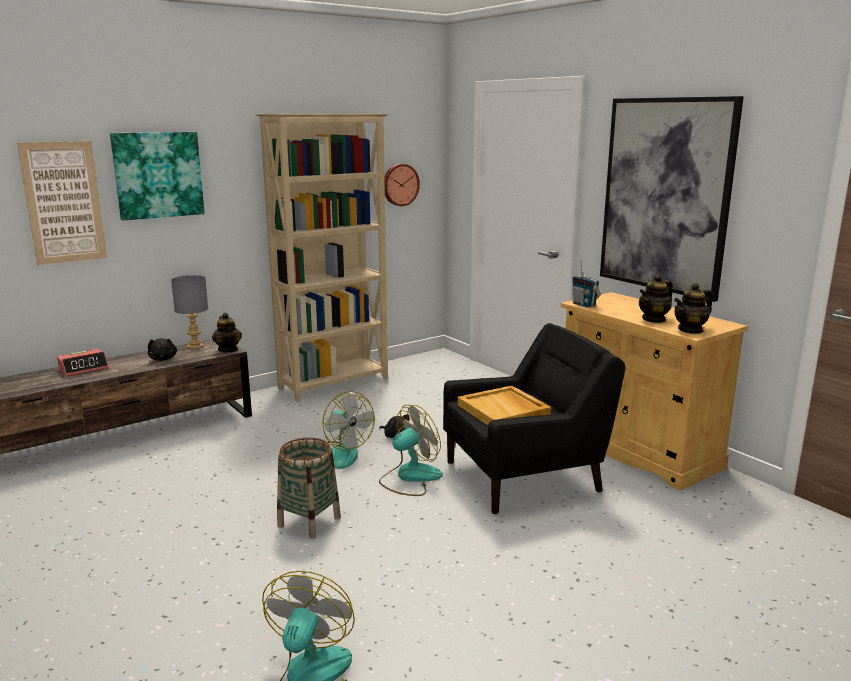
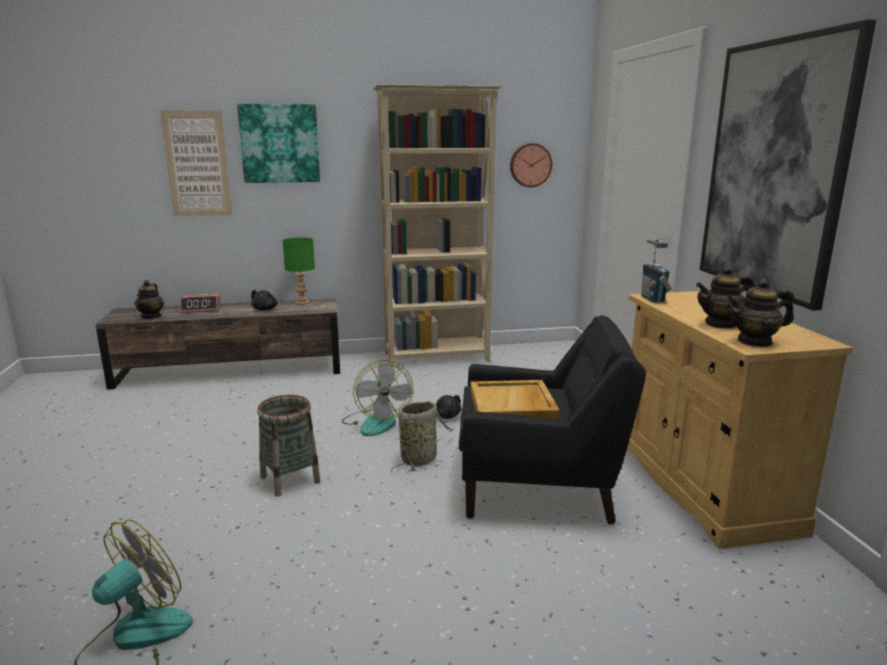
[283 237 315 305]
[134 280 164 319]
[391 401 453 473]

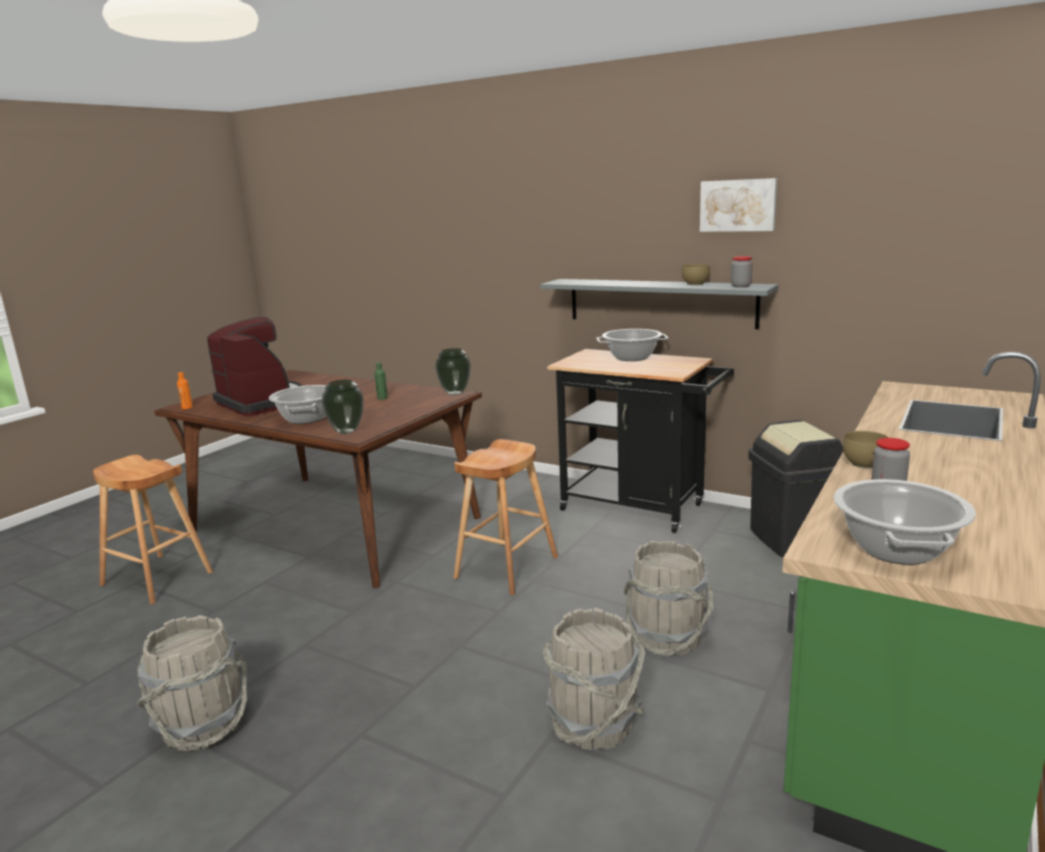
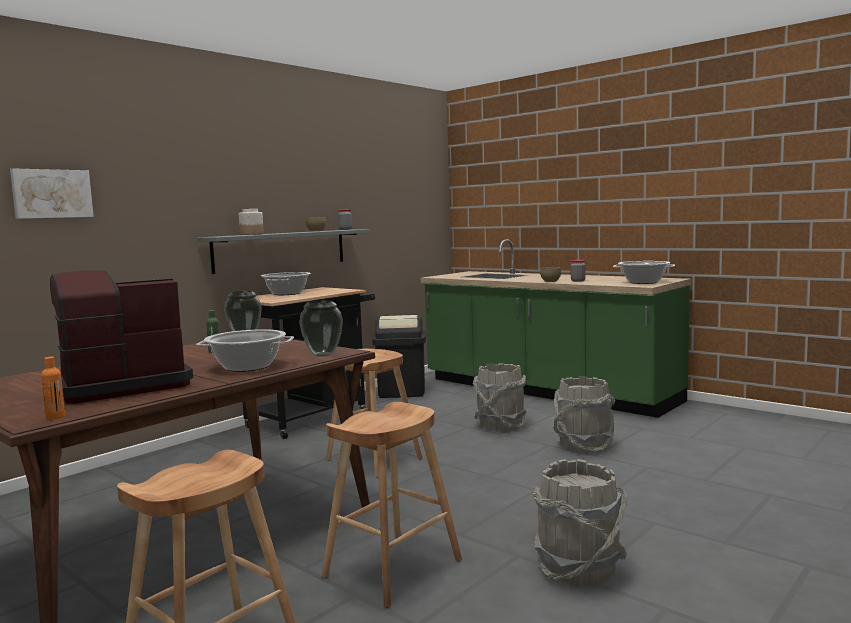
[10 168 94 219]
[239 209 264 235]
[322 402 462 608]

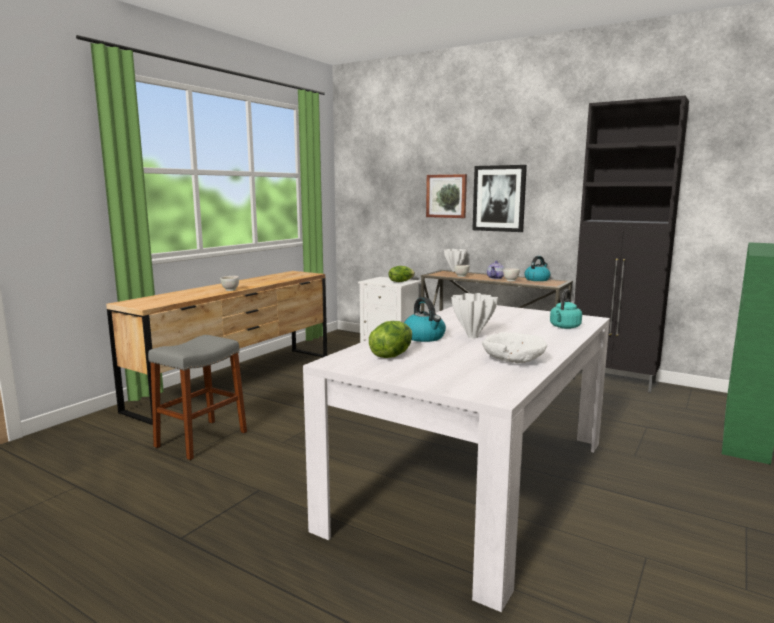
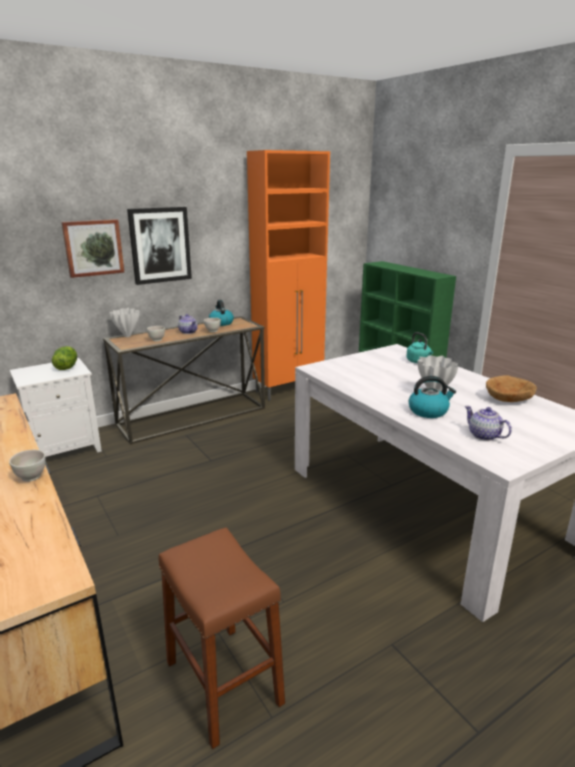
[247 150 330 401]
[465 406 512 441]
[486 375 537 402]
[159 527 285 749]

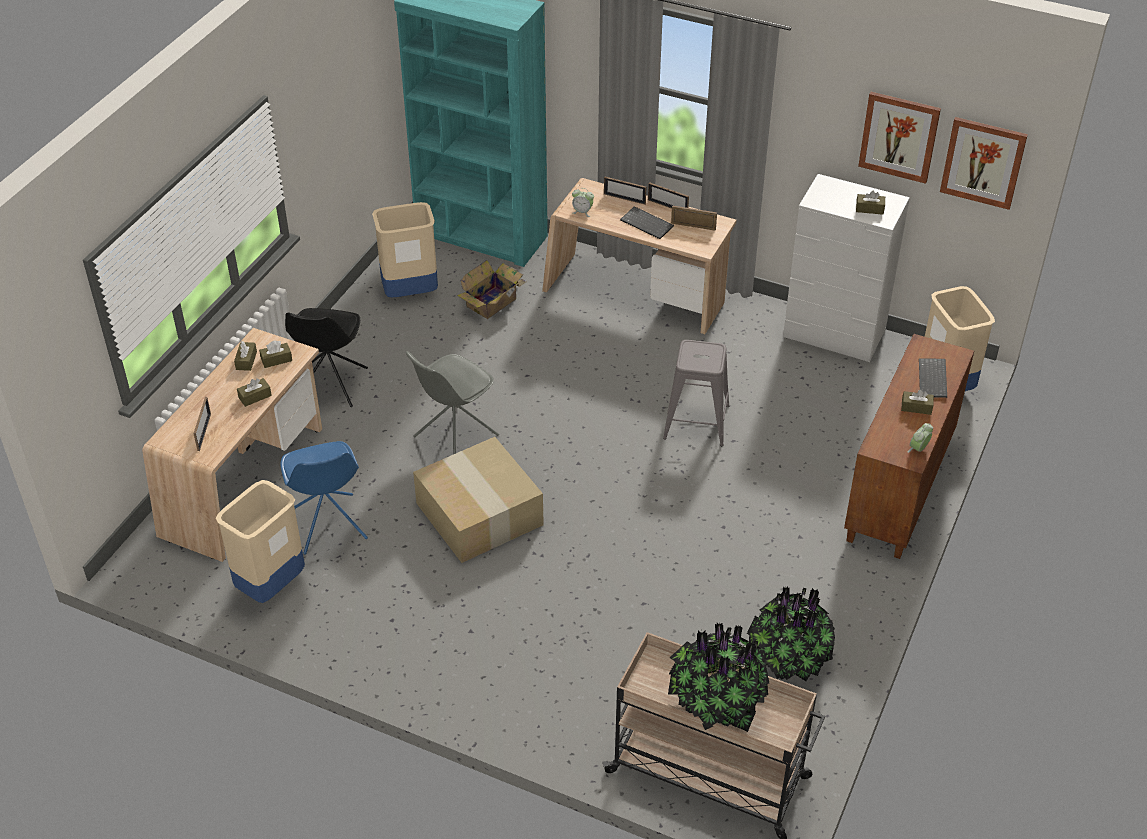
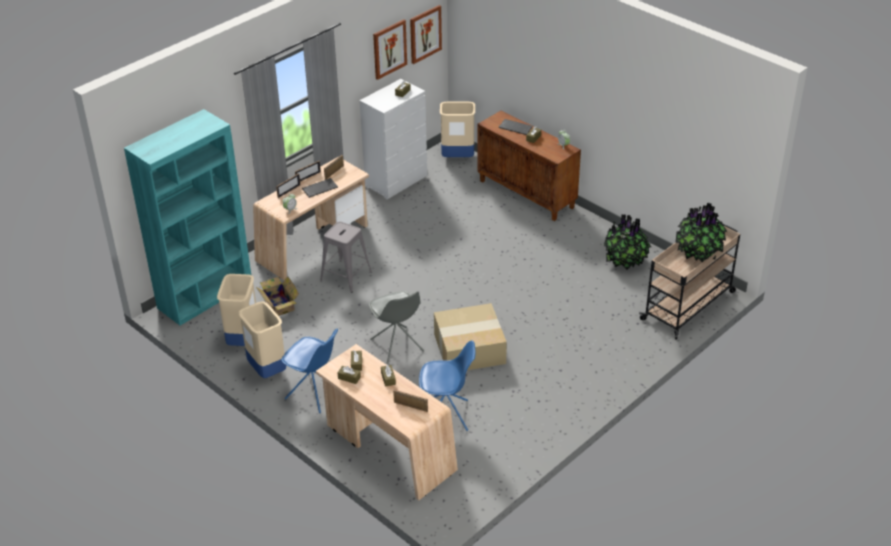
[281 328 338 413]
[320 221 372 293]
[238 301 286 378]

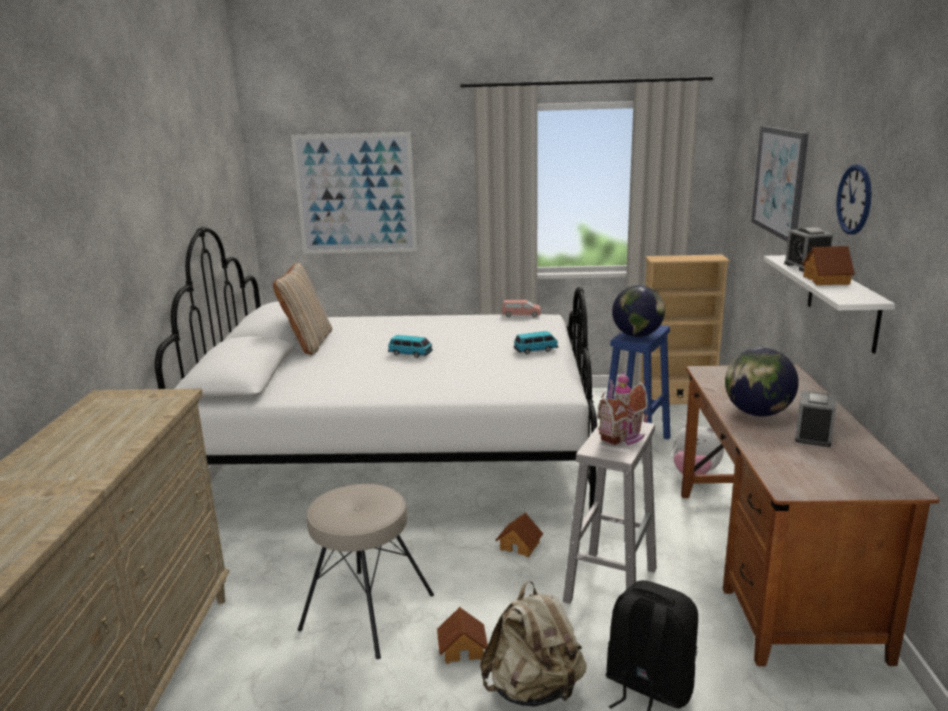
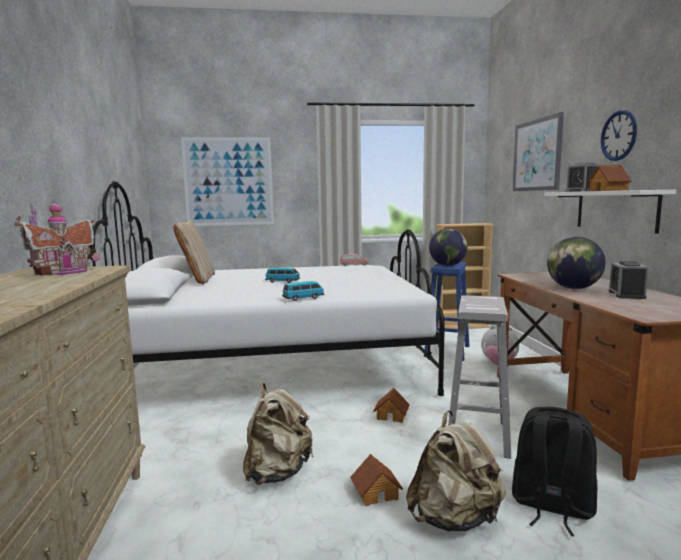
[282 281 324 301]
[15 199 100 276]
[243 383 314 485]

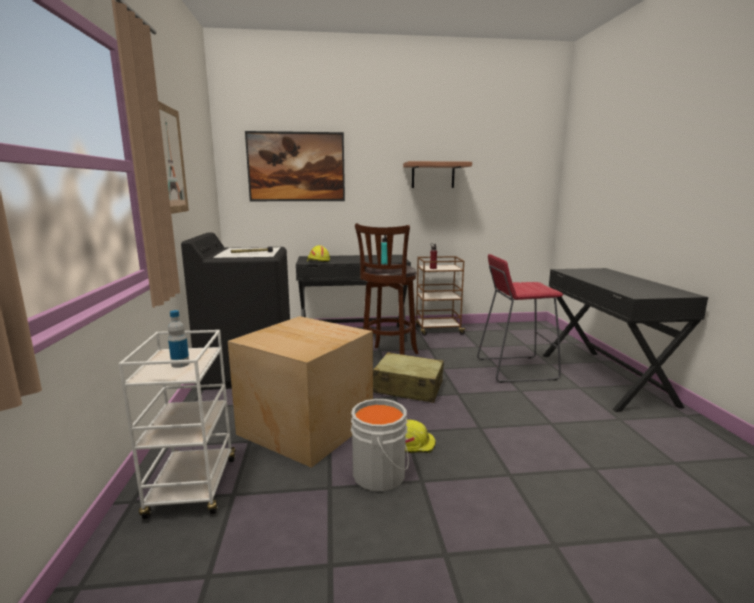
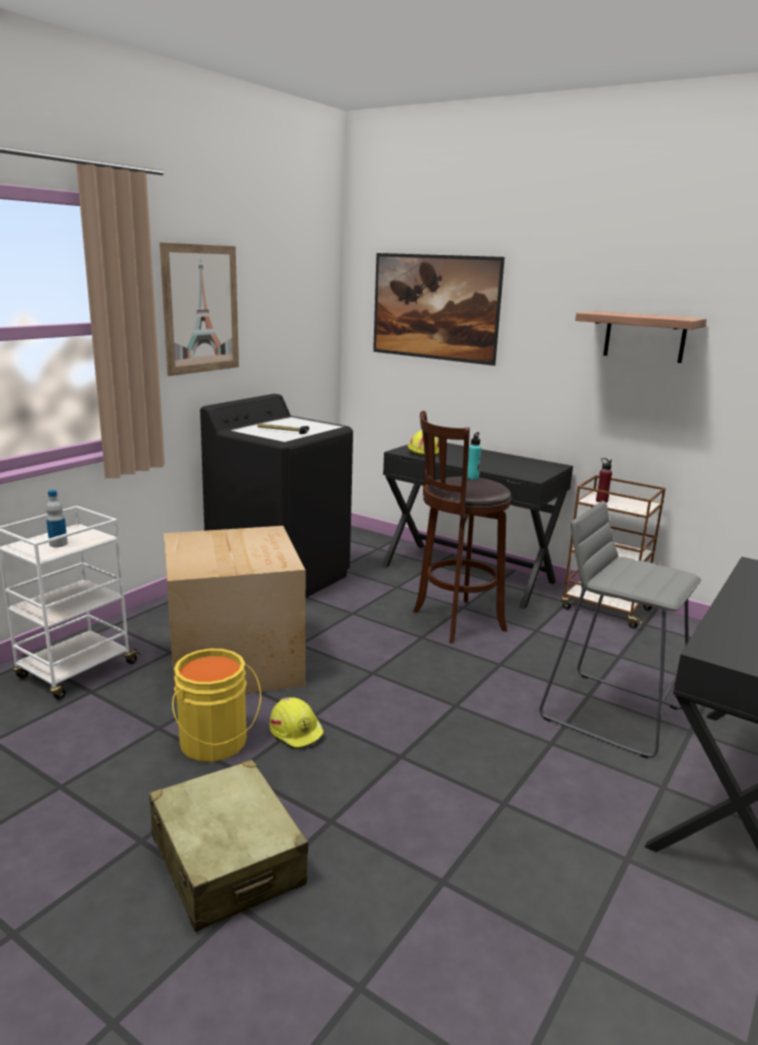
[539 501 701 759]
[149 760 308 932]
[172 649 261 762]

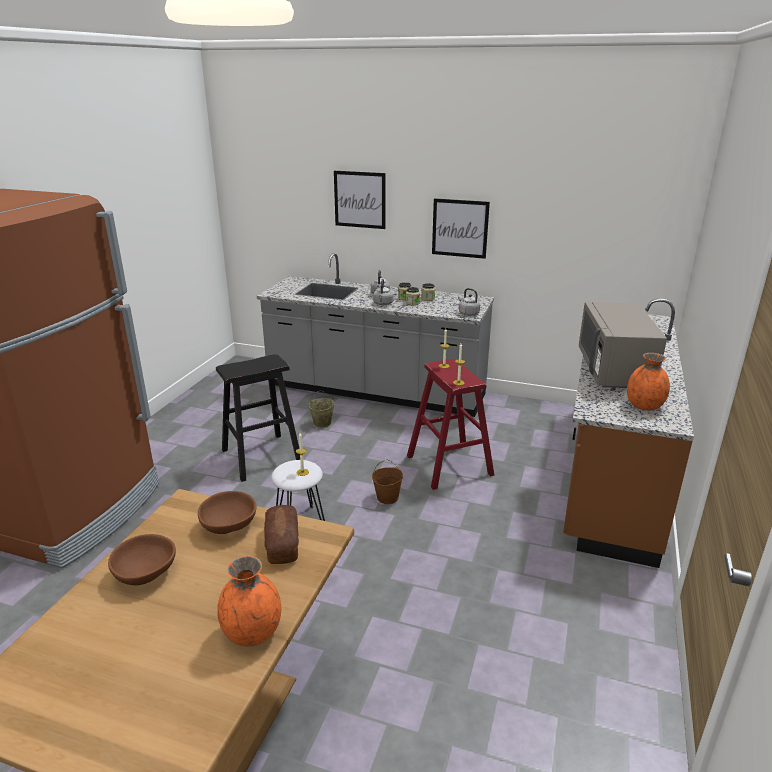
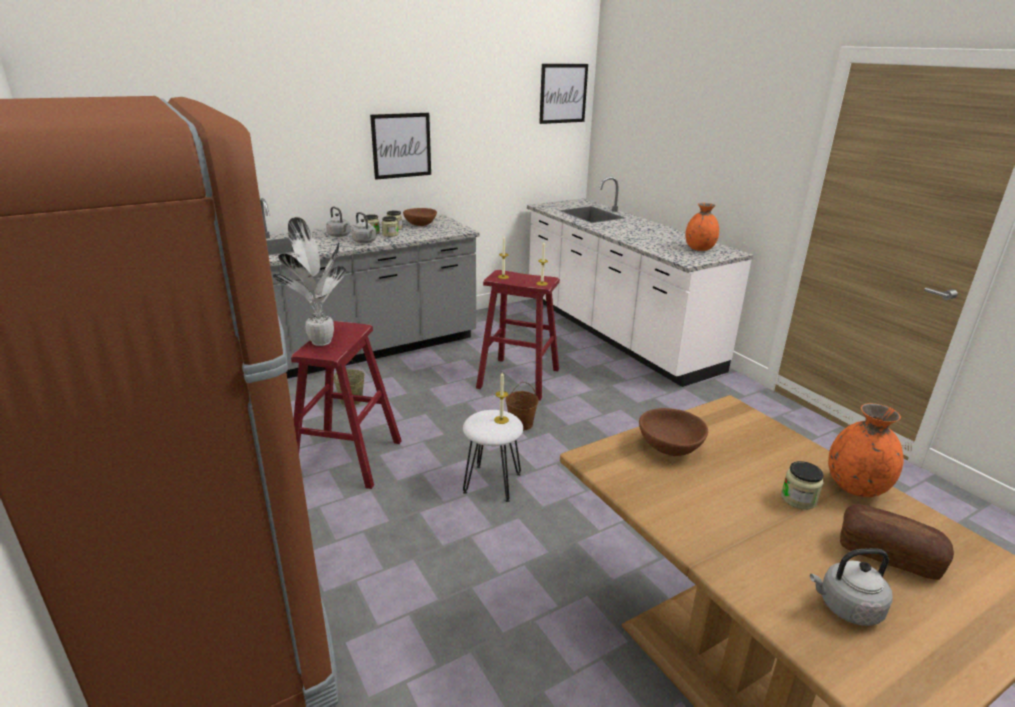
[539 64 588 124]
[810 548 893 626]
[527 177 754 387]
[579 302 667 391] (first image)
[291 321 402 489]
[840 504 954 580]
[403 208 437 226]
[273 217 346 346]
[781 461 824 510]

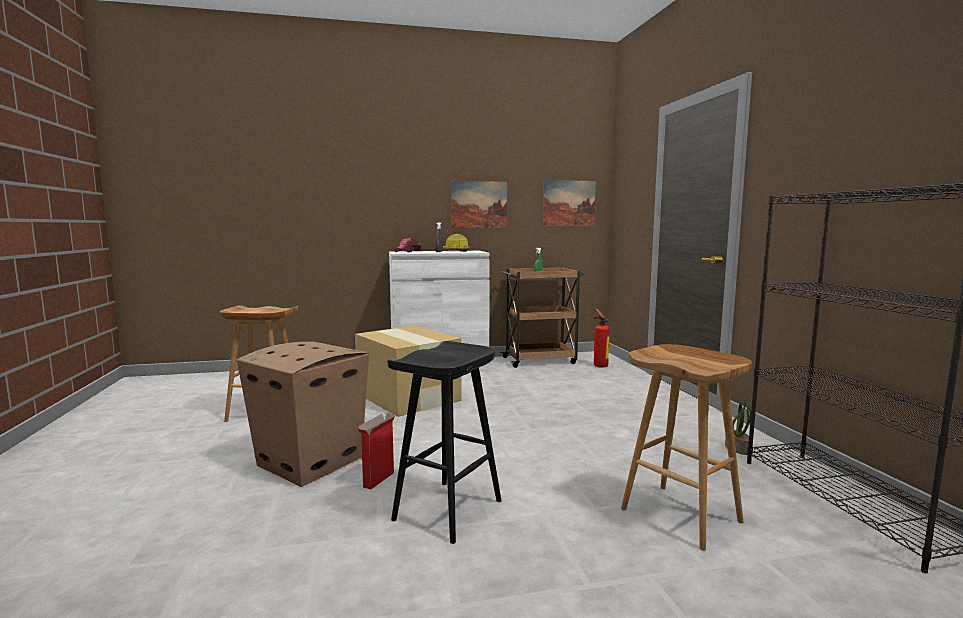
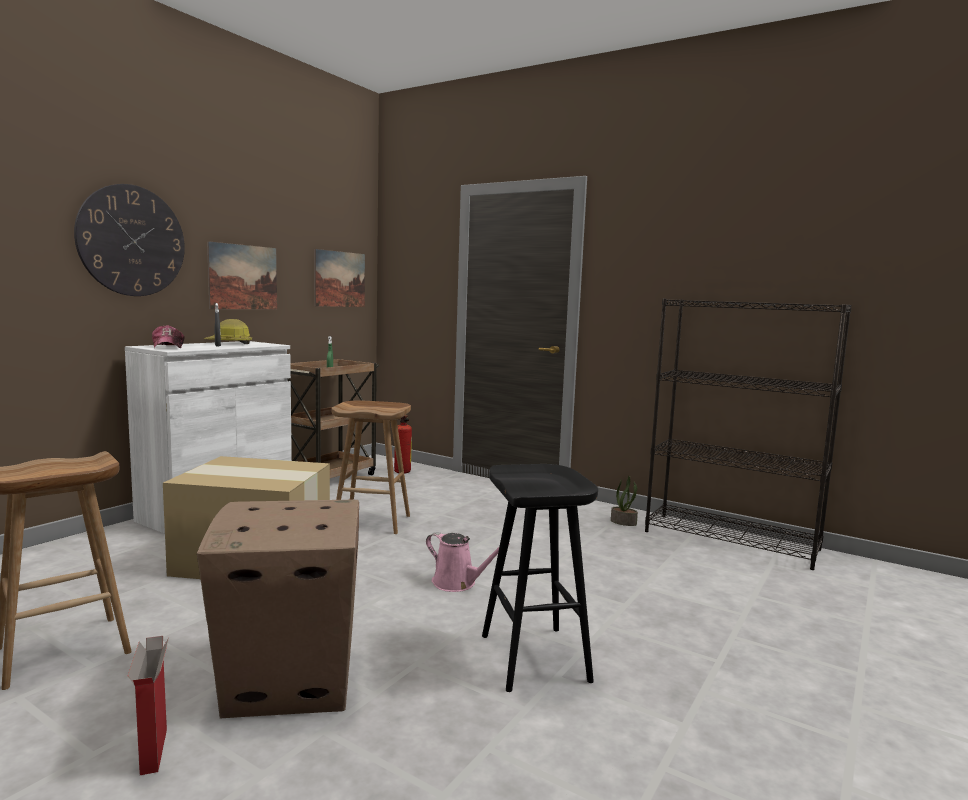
[331 401 411 534]
[128 636 169 775]
[74 184 185 296]
[426 532 510 592]

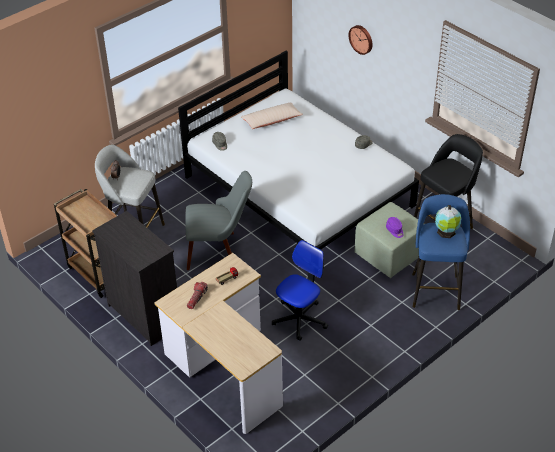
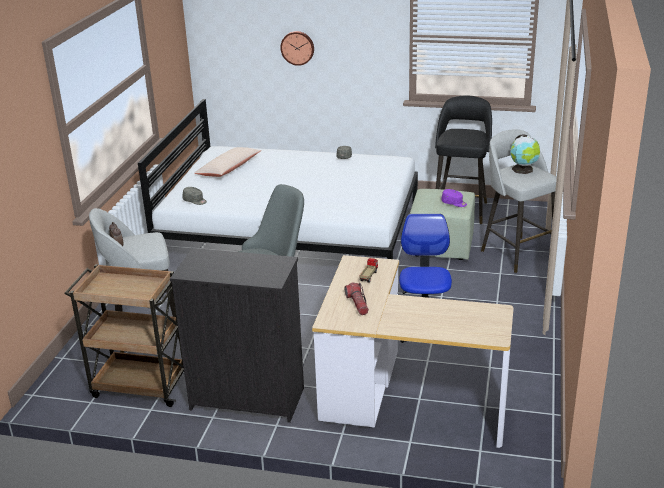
[481 130 557 273]

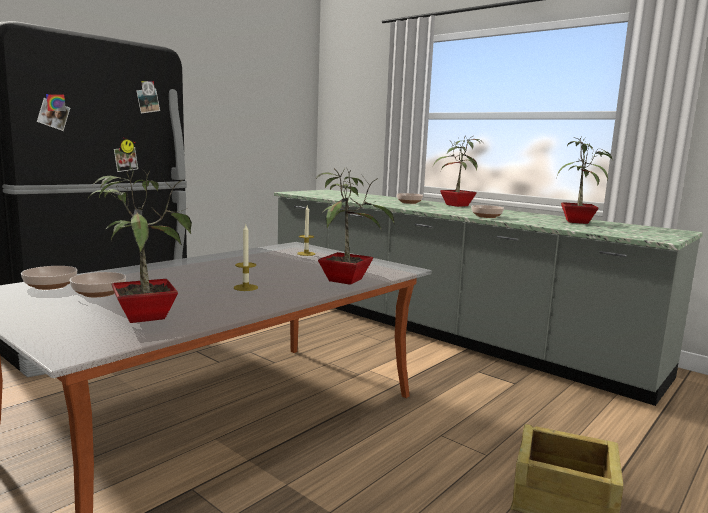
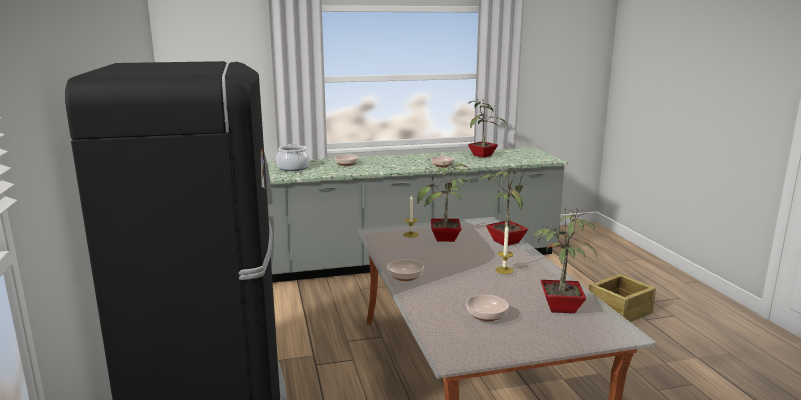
[417 161 472 242]
[387 260 424 281]
[276 144 310 171]

